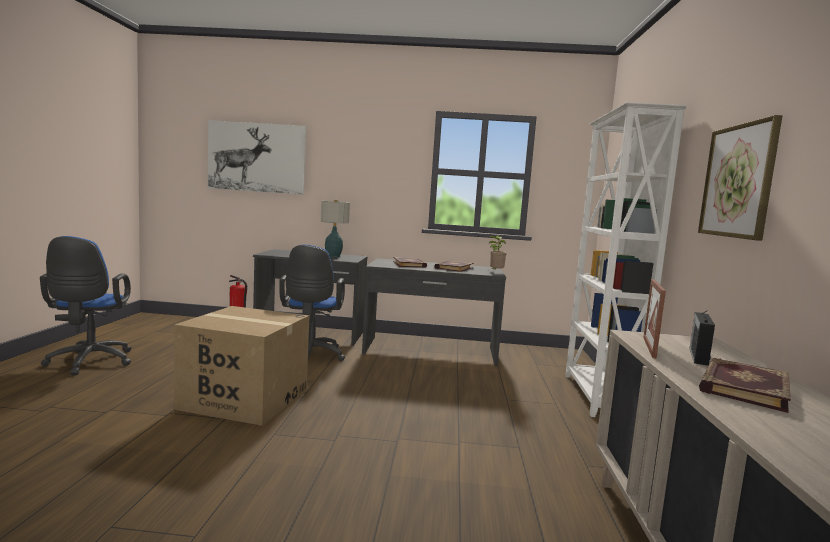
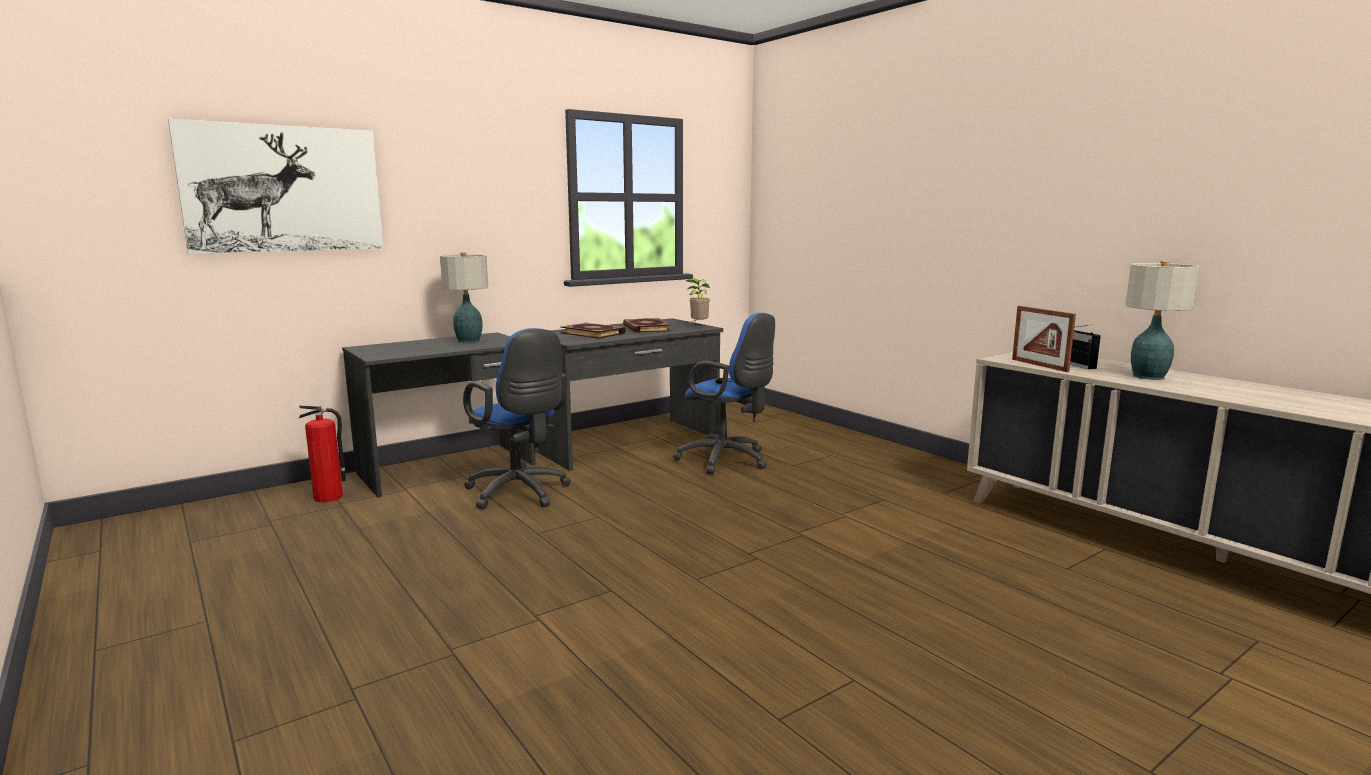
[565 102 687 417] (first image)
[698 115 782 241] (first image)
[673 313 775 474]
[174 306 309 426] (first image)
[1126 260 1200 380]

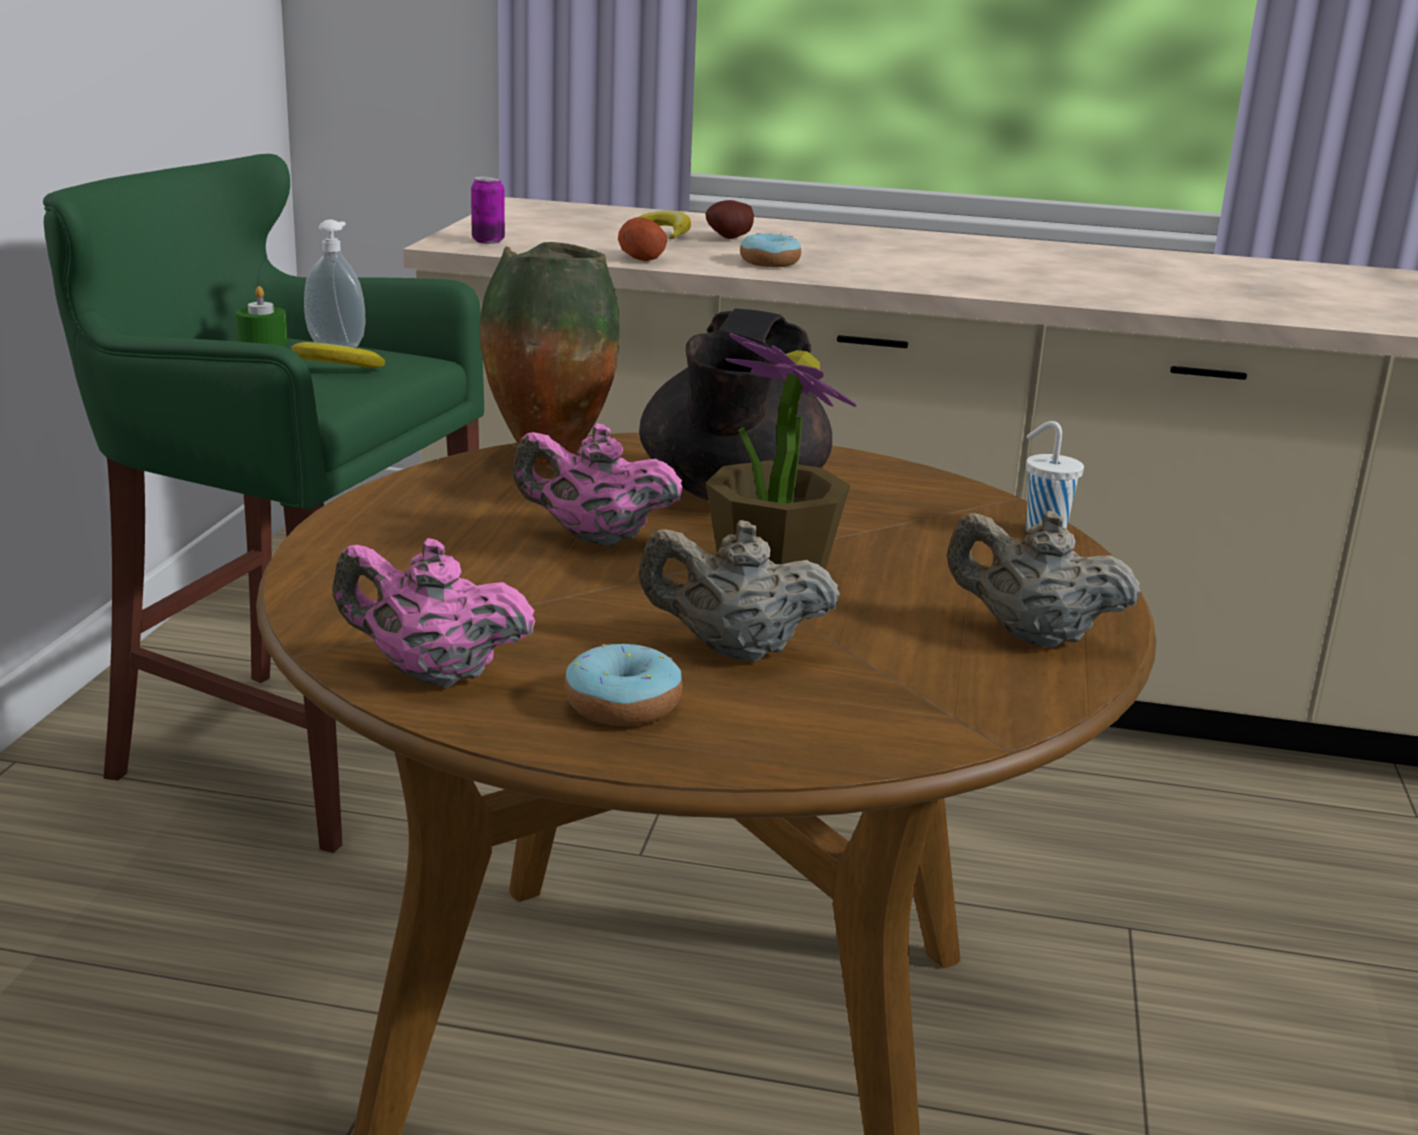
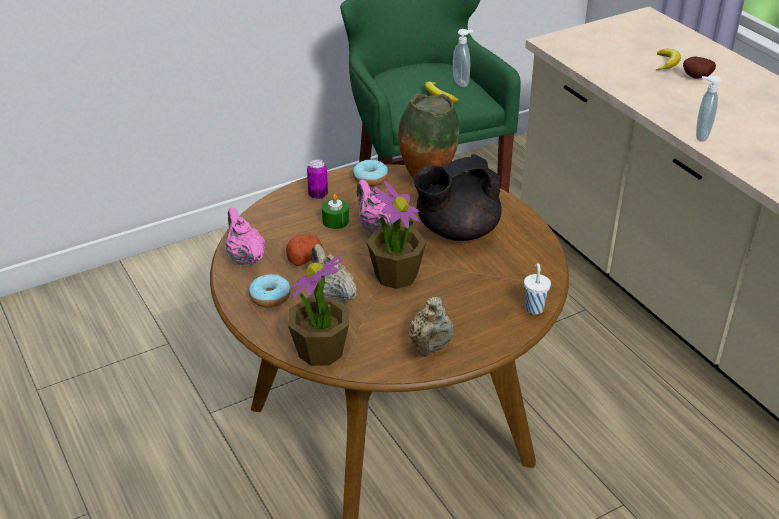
[307 159 328 199]
[286 234 322 266]
[353 160 388 186]
[322 194 349 229]
[409 297 453 357]
[696 75 721 142]
[288 254 349 366]

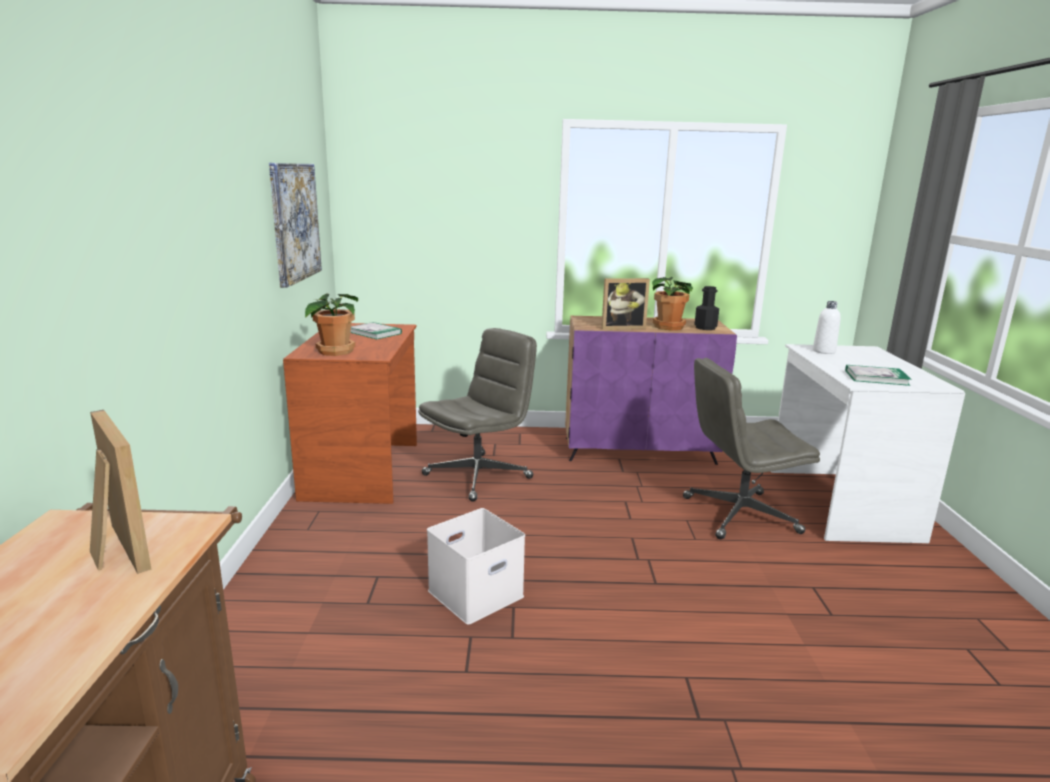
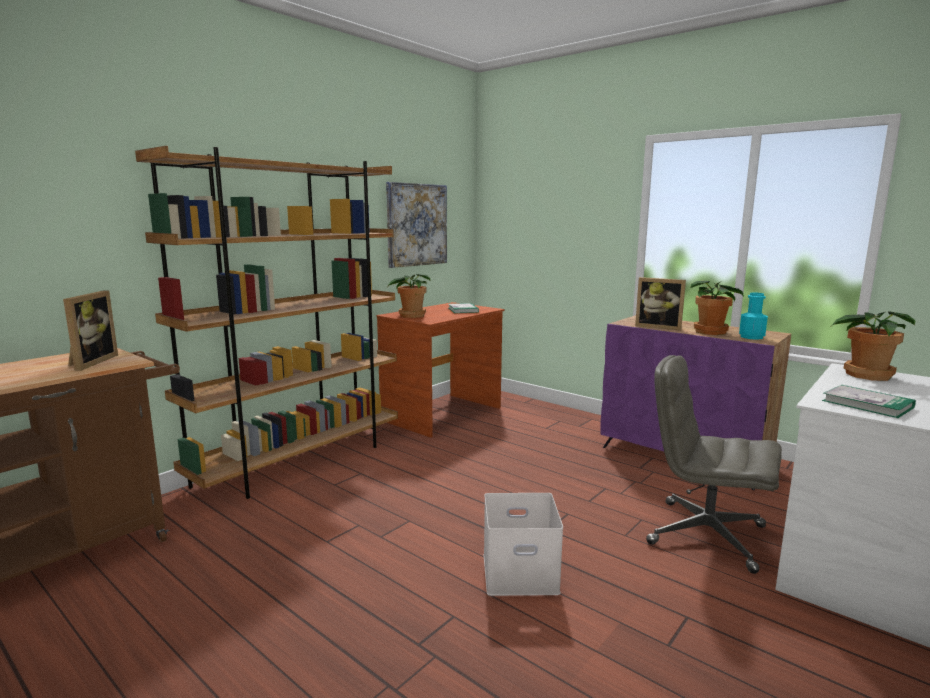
[739 293 768 340]
[830 311 916 381]
[418 328 537 502] (first image)
[484 493 563 596]
[135 146 398 499]

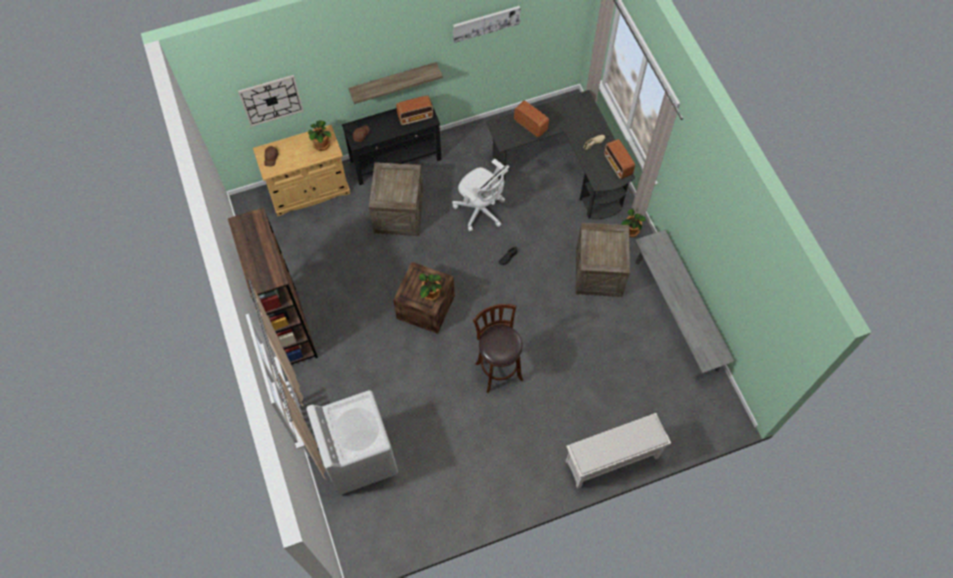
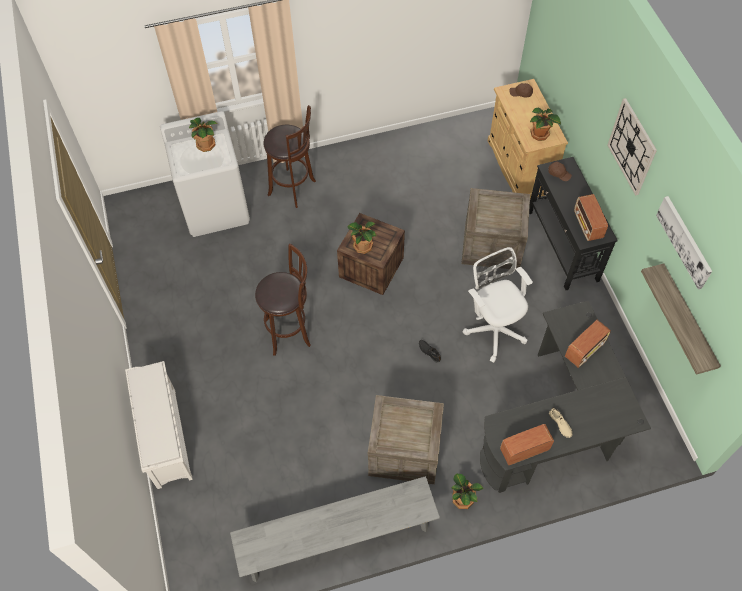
[641 263 721 375]
[607 98 657 195]
[463 247 533 363]
[228 207 318 365] (first image)
[264 105 316 208]
[189 118 218 152]

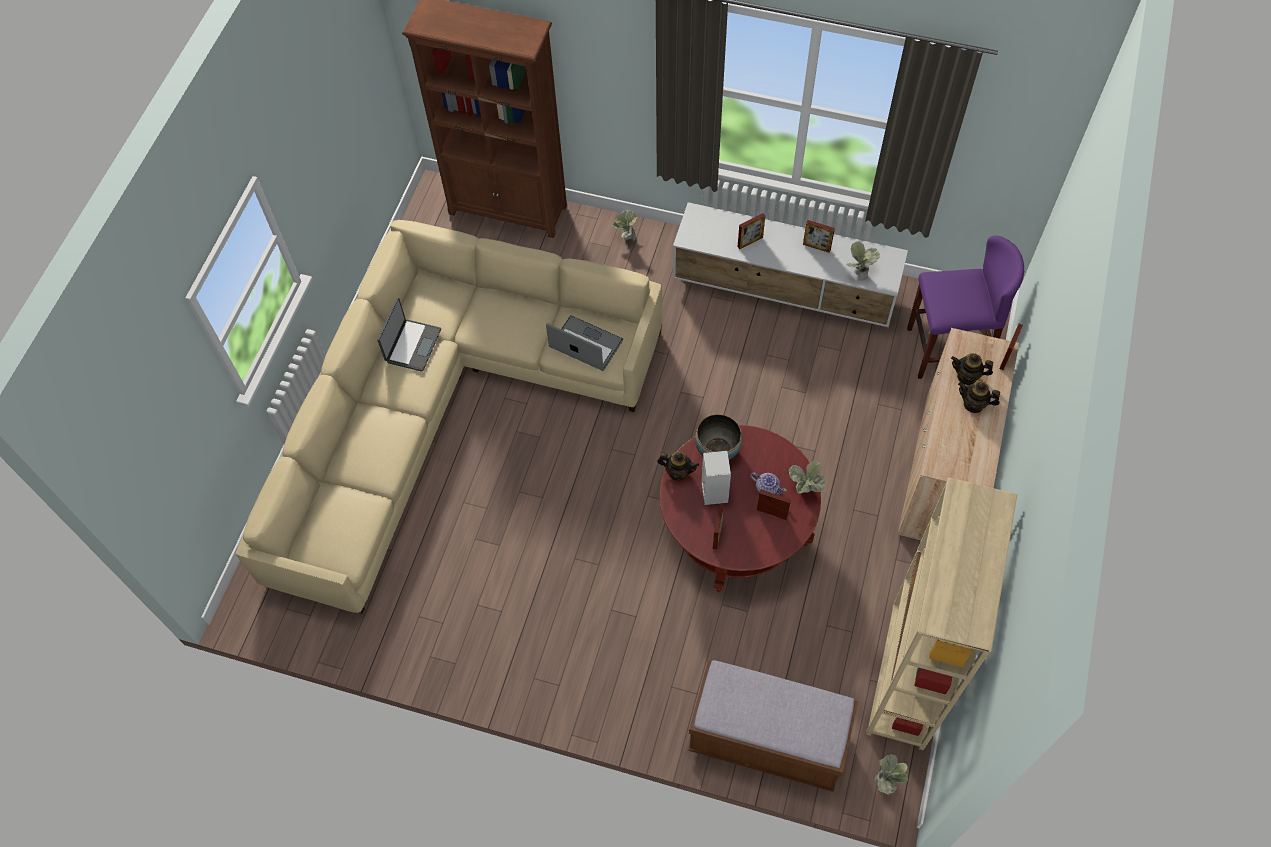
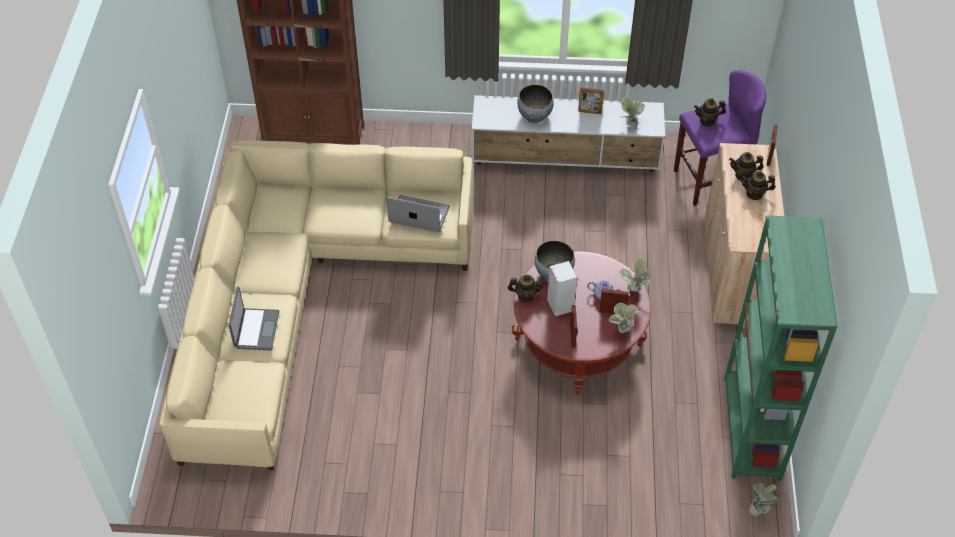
[609 303 637 333]
[518 84 554 123]
[229 287 279 350]
[724 215 838 481]
[688 660 858 792] (first image)
[694 98 726 126]

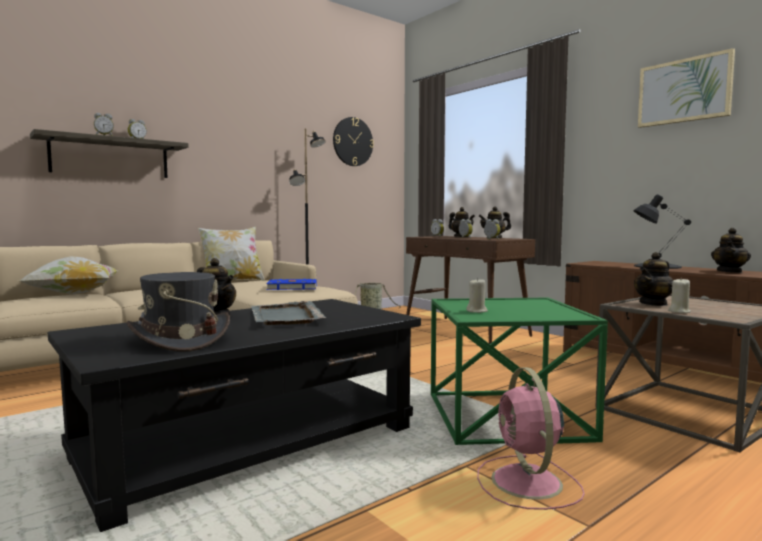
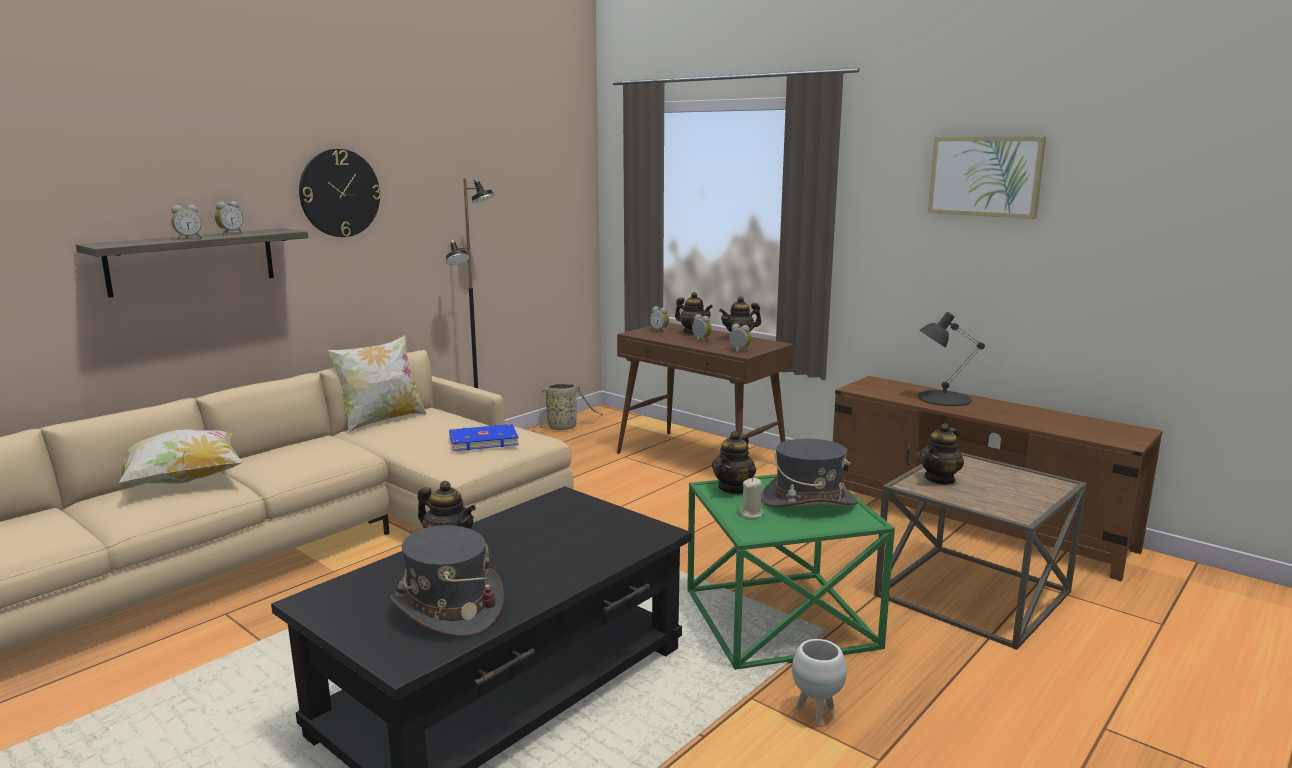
[299 149 381 237]
[712 431 756 494]
[668 278 691 313] (first image)
[251 301 327 325] (first image)
[792 639 847 727]
[761 439 858 507]

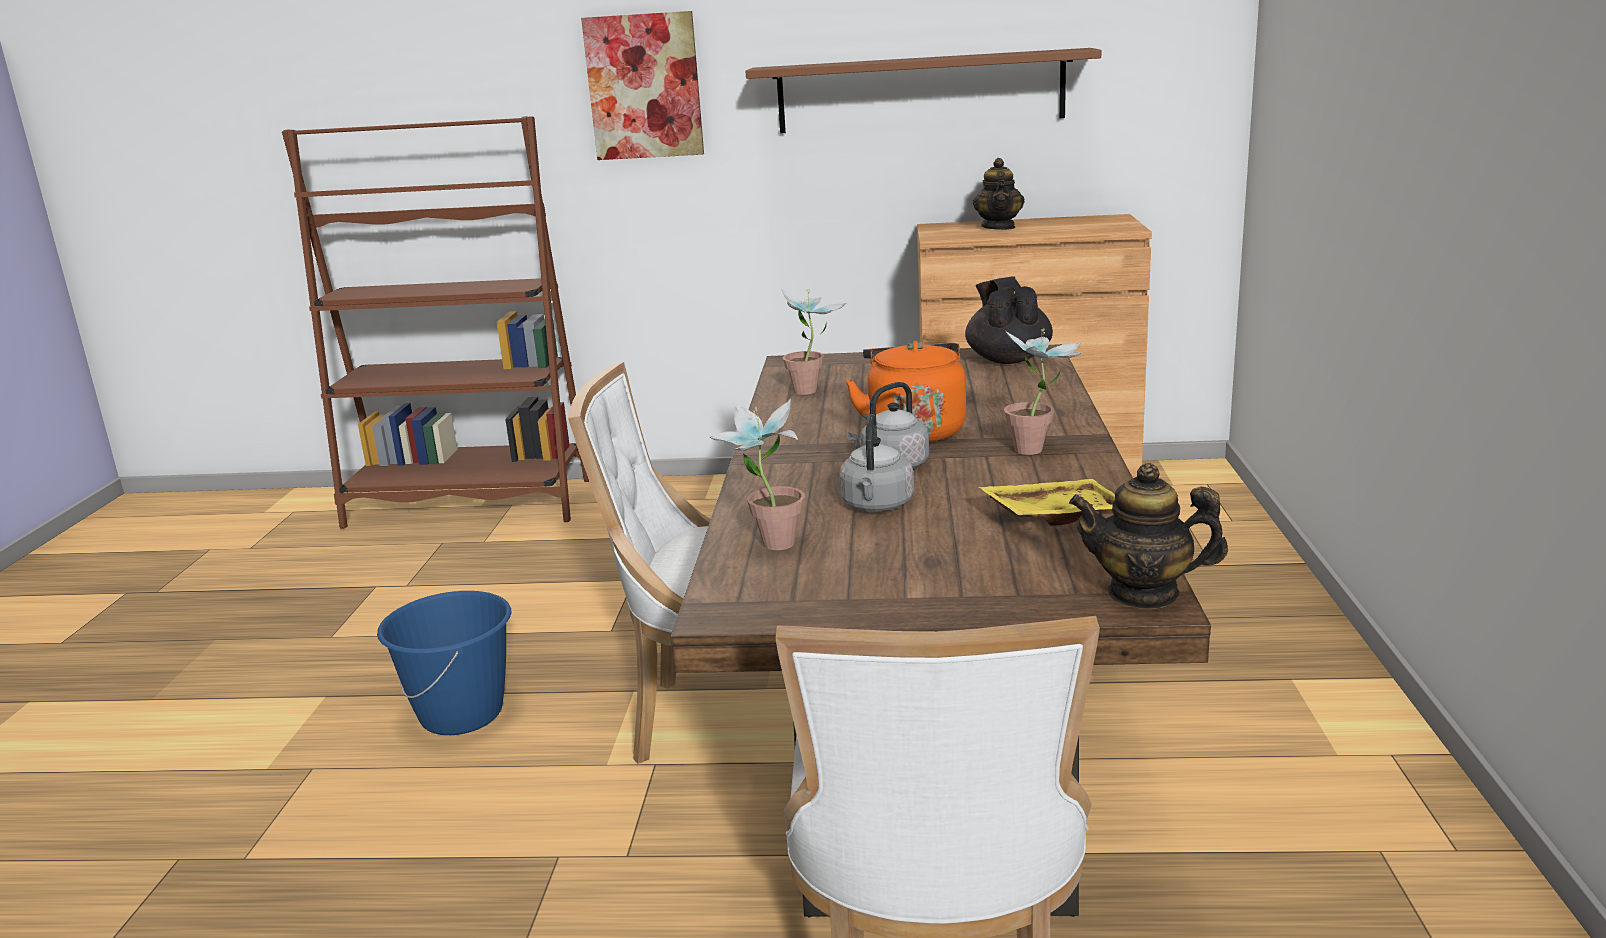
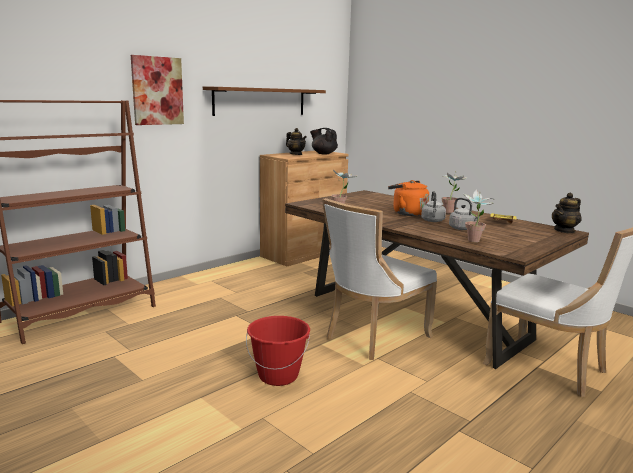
[310 128 338 154]
[246 316 310 386]

